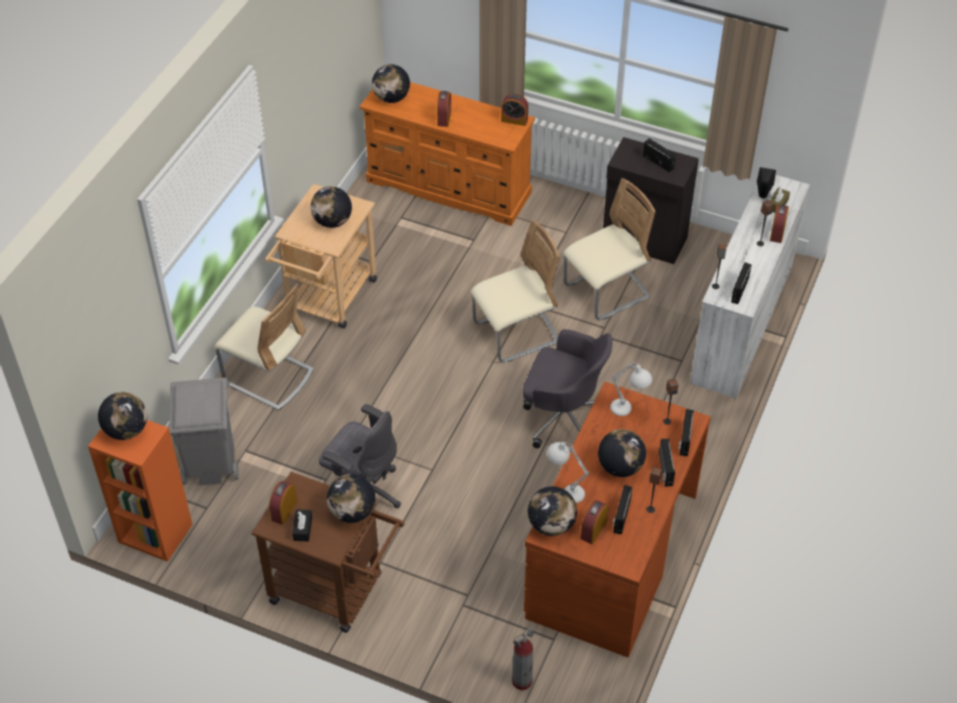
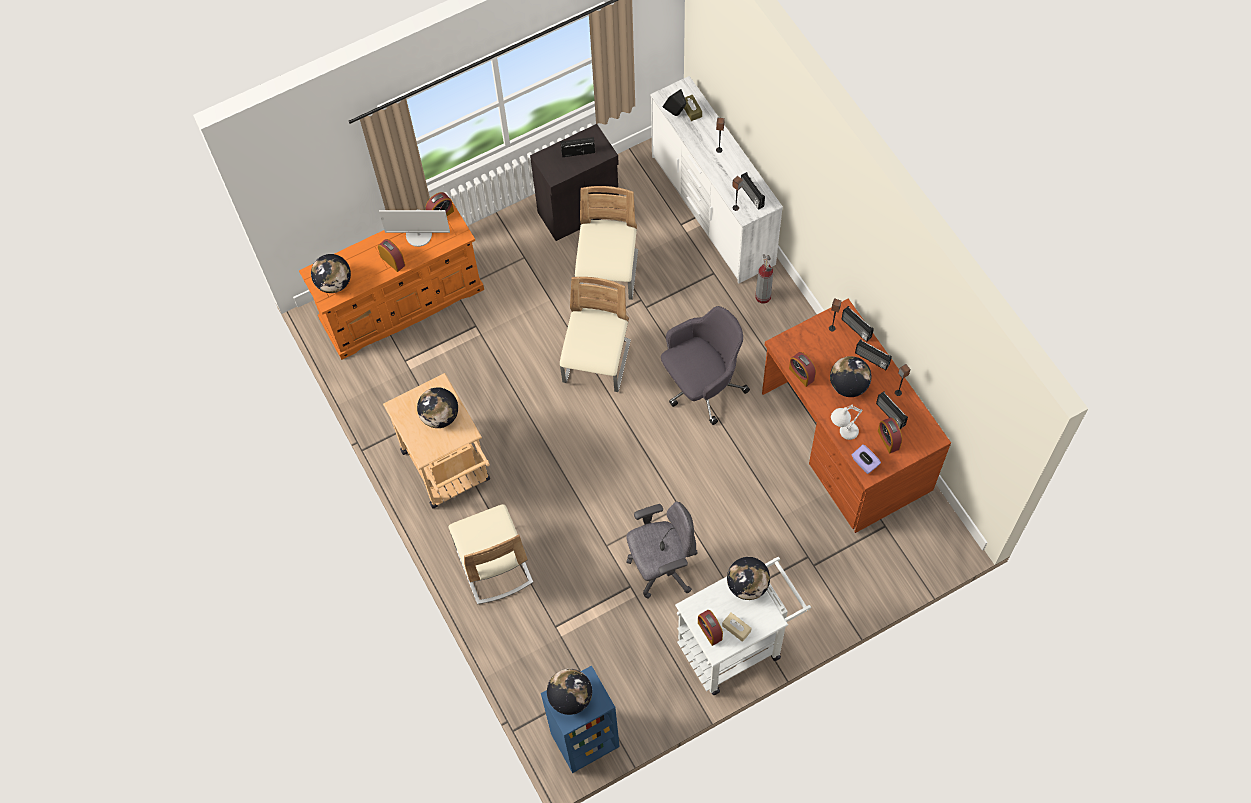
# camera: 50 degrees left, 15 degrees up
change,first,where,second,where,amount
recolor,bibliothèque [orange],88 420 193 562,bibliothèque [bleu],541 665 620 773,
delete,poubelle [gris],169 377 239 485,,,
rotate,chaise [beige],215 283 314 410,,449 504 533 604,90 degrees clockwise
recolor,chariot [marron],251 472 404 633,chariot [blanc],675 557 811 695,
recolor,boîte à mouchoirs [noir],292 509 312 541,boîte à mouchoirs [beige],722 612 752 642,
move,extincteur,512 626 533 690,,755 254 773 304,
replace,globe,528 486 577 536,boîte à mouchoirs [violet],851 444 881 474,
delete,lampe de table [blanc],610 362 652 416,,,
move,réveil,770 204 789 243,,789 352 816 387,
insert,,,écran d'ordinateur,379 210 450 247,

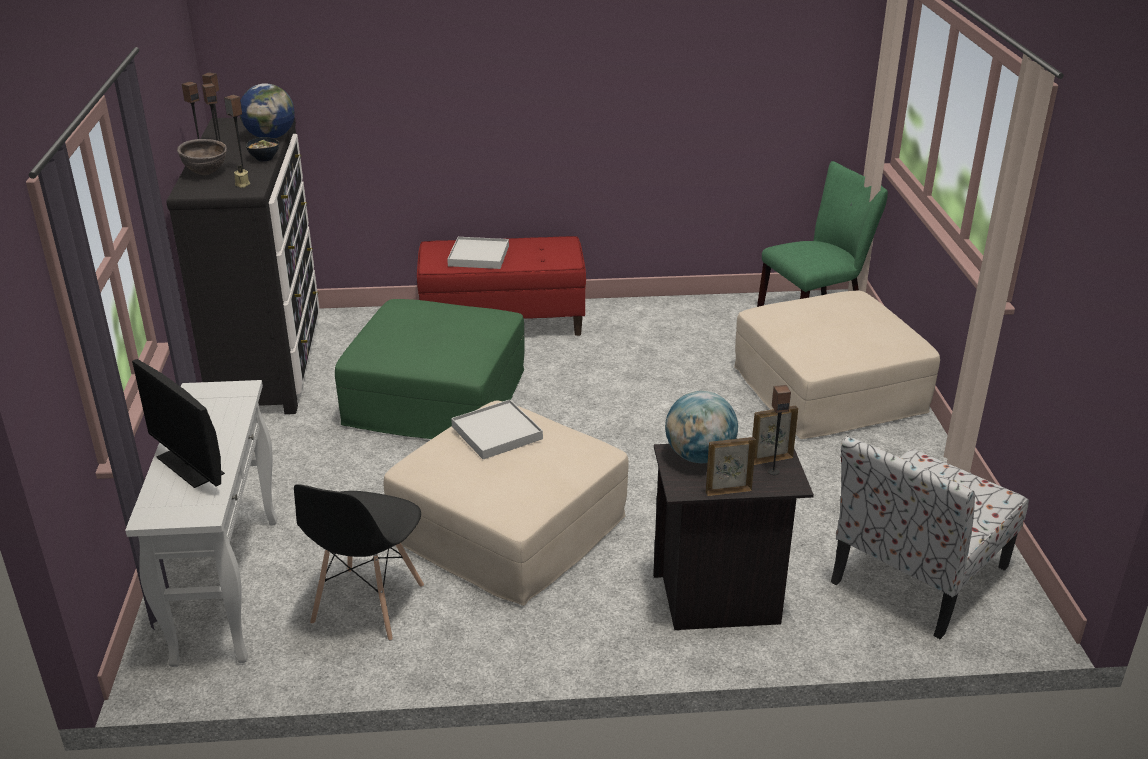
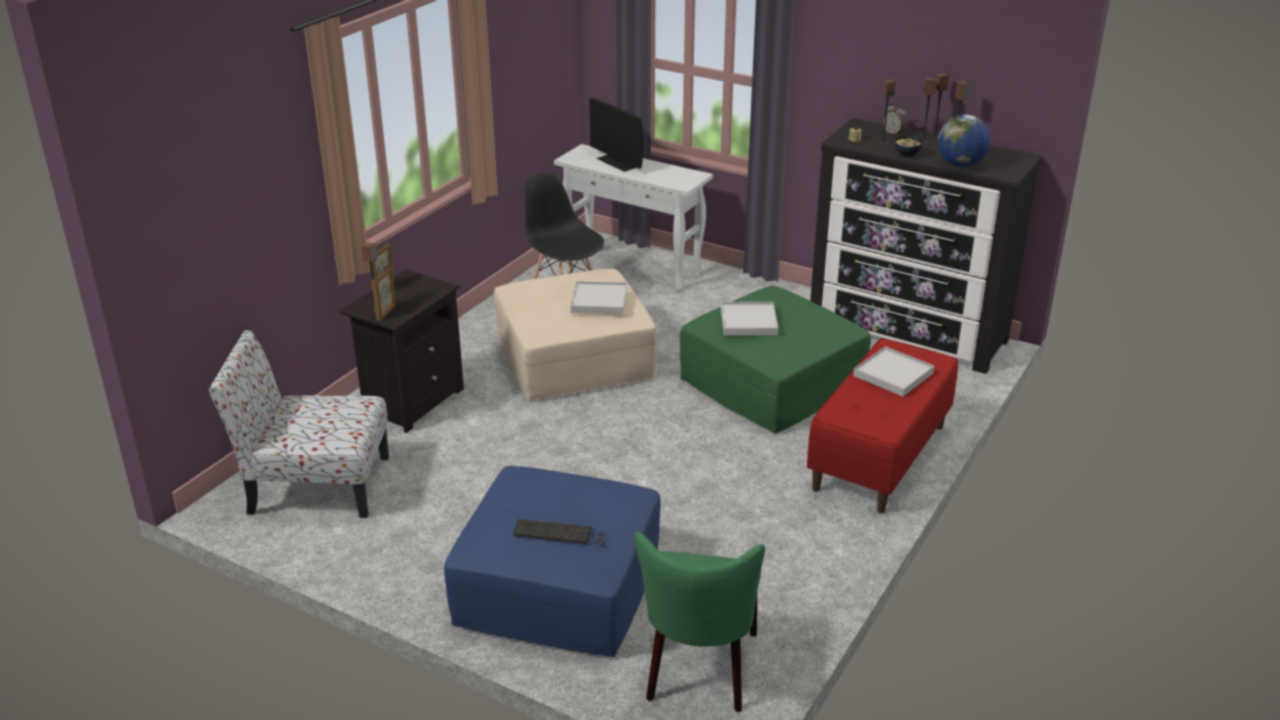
# camera: 125 degrees right, 0 degrees up
change,first,where,second,where,amount
rotate,écran d'ordinateur,132 359 225 488,,589 98 644 172,120 degrees counterclockwise
replace,bol [marron],177 139 227 175,réveil,882 102 906 136,
delete,globe,665 391 738 463,,,
recolor,pouf [beige],734 291 940 439,pouf [bleu],444 466 660 657,
rotate,chaise,831 436 1029 639,,209 330 389 518,75 degrees counterclockwise
insert,,,clavier,513 519 611 551,
insert,,,plateau [blanc],721 302 778 336,

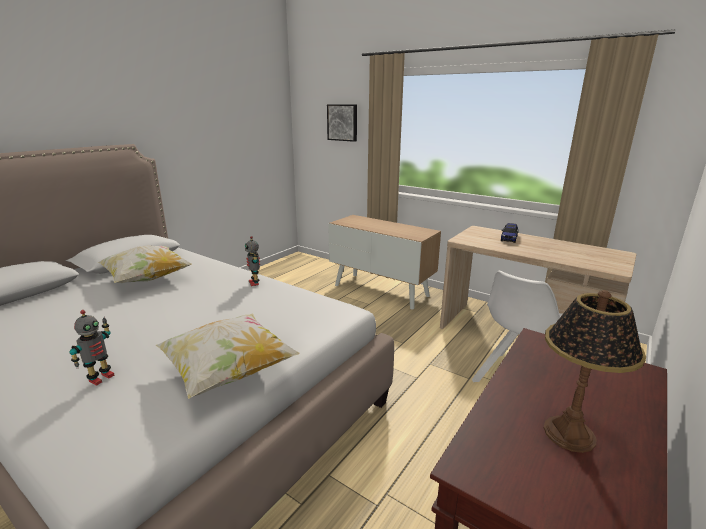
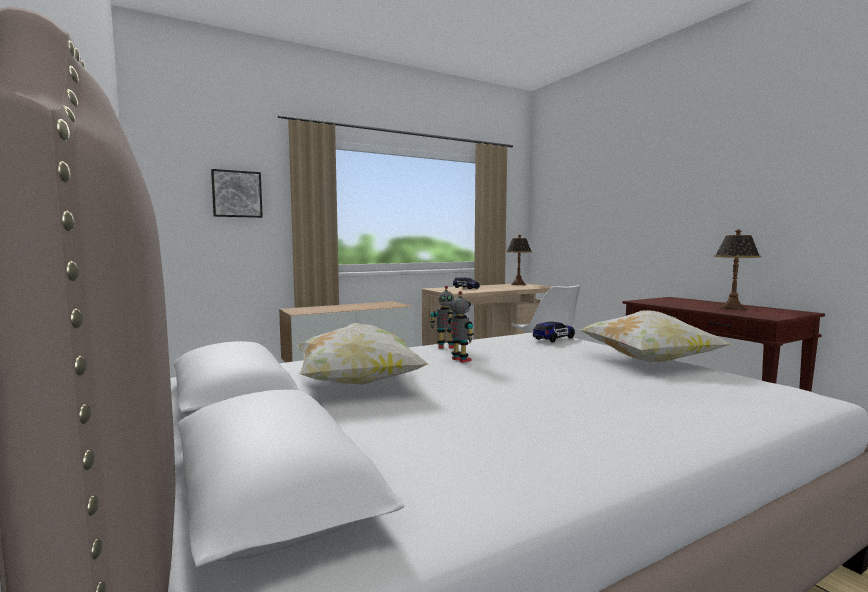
# camera: 65 degrees left, 15 degrees down
change,first,where,second,where,amount
move,robot jouet,70 310 114 386,,447 291 474 363,
insert,,,lampe de table,506 235 532 285,
insert,,,petite voiture,533 321 575 343,

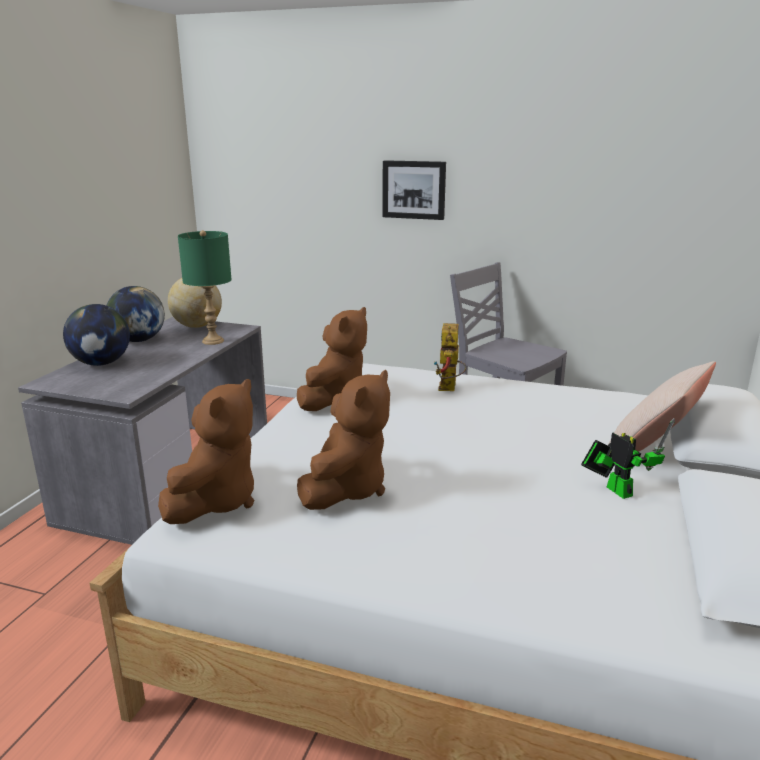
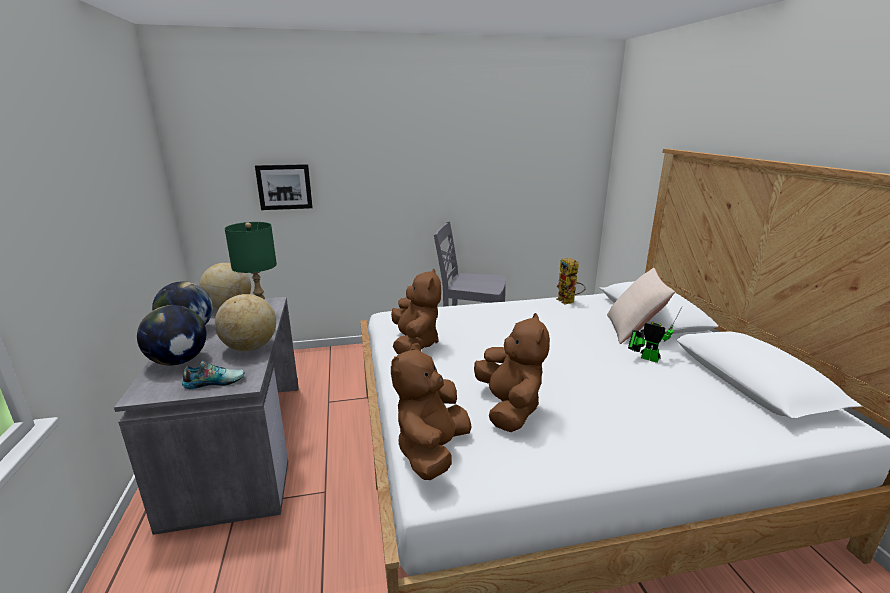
# camera: 30 degrees left, 0 degrees up
change,first,where,second,where,amount
rotate,peluche [marron],158 379 255 524,,391 343 472 480,150 degrees counterclockwise
move,tableau,383 160 446 220,,255 164 313 210,
move,robot jouet,434 323 466 391,,556 258 586 304,
insert,,,chaussure,182 361 244 389,
insert,,,globe,215 294 276 351,

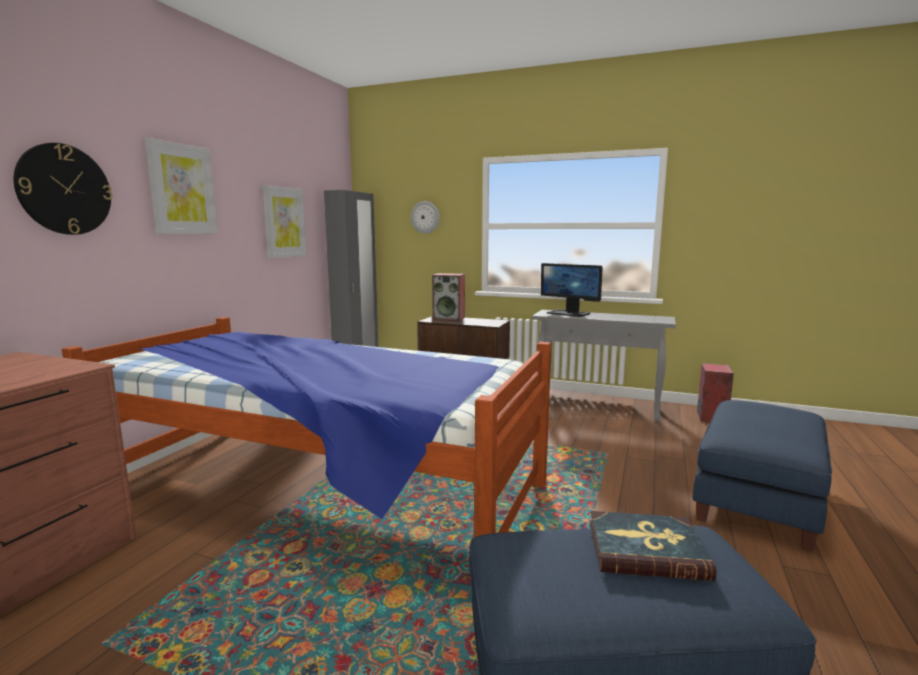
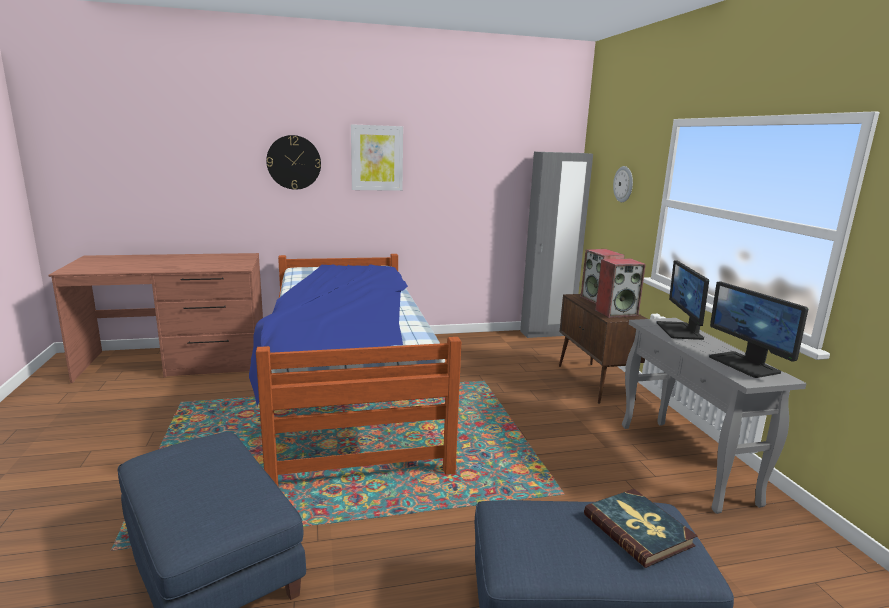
# camera: 55 degrees right, 5 degrees up
change,first,where,second,where,amount
delete,tableau,262 185 307 258,,,
move,livre,590 511 717 581,,584 489 697 568,
move,enceinte,697 363 734 422,,595 258 646 318,
insert,,,écran d'ordinateur,709 281 808 378,

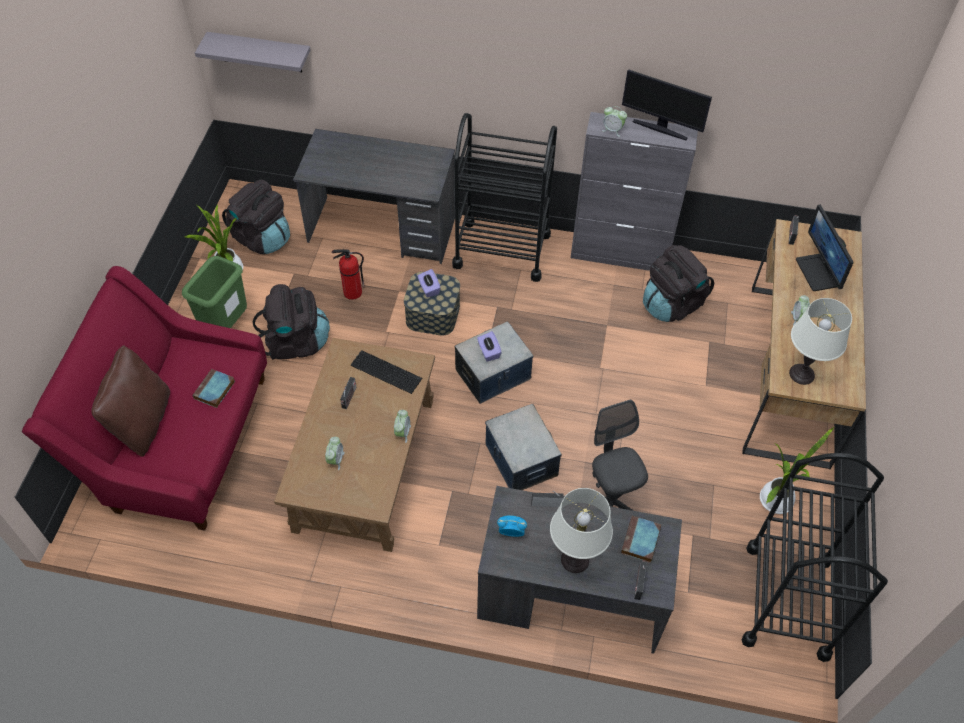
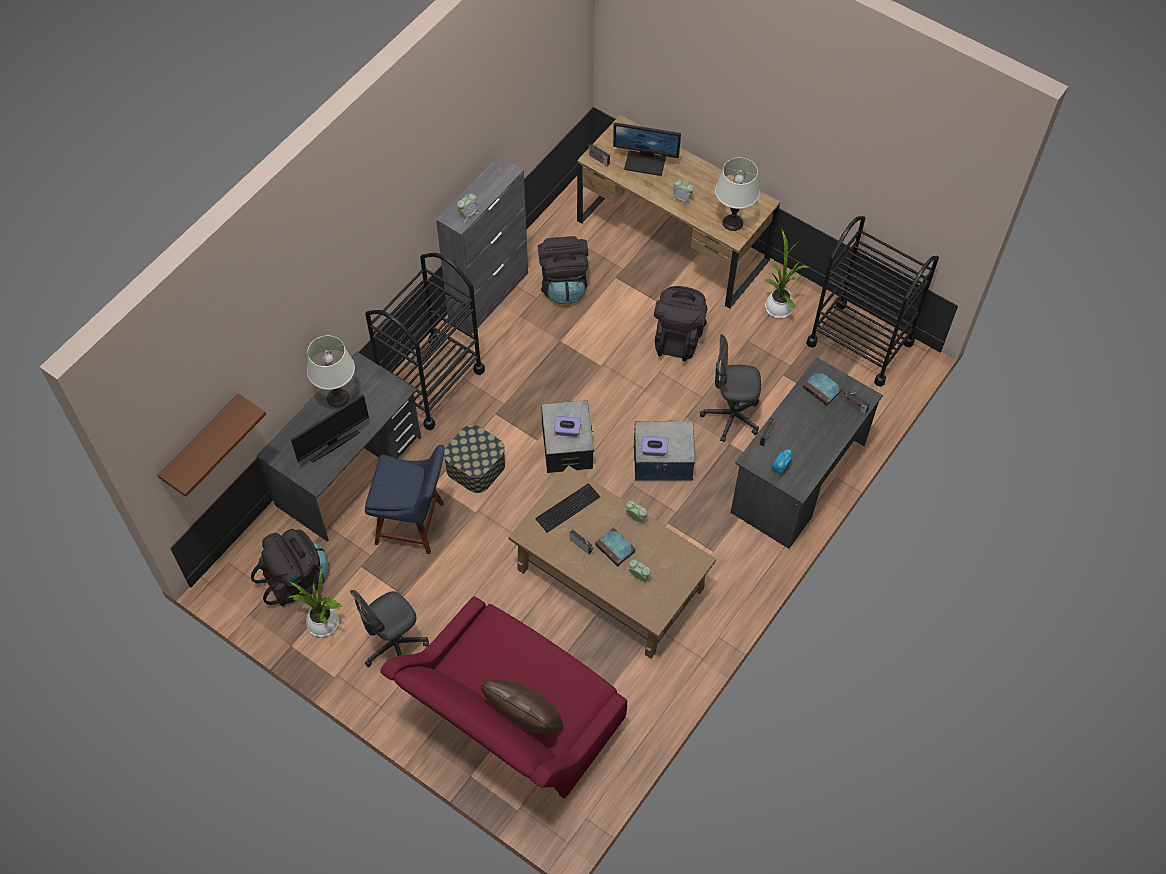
# camera: 65 degrees left, 5 degrees up
change,first,where,second,where,amount
replace,poubelle [vert],182 256 247 328,chaise de bureau [gris],350 590 429 667,
move,livre,192 369 235 408,,595 527 635 567,
recolor,étagère [gris],195 32 310 72,étagère [marron],158 394 266 497,
move,sac à dos [noir],253 284 330 360,,654 286 708 362,
replace,extincteur,332 249 365 300,chaise [bleu],365 445 445 554,
move,boîte à mouchoirs [violet],418 269 441 298,,642 436 668 456,
move,lampe de table [blanc],550 488 613 573,,307 336 355 408,
move,écran d'ordinateur,622 69 712 140,,291 394 369 463,

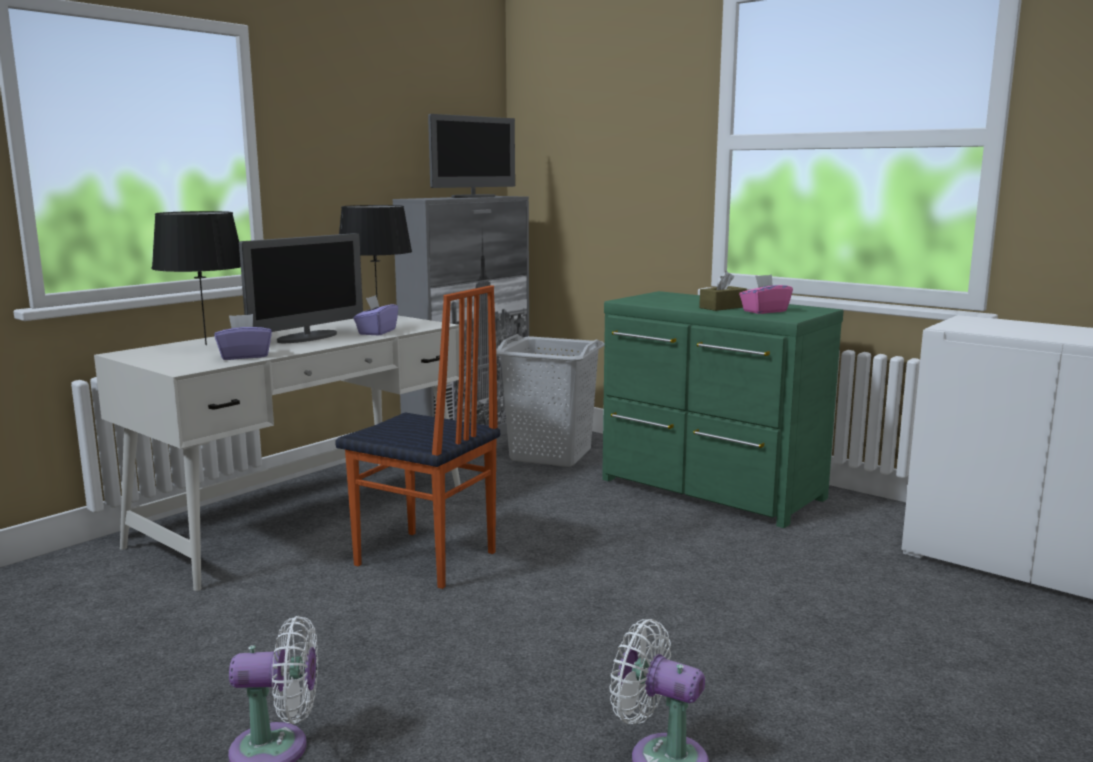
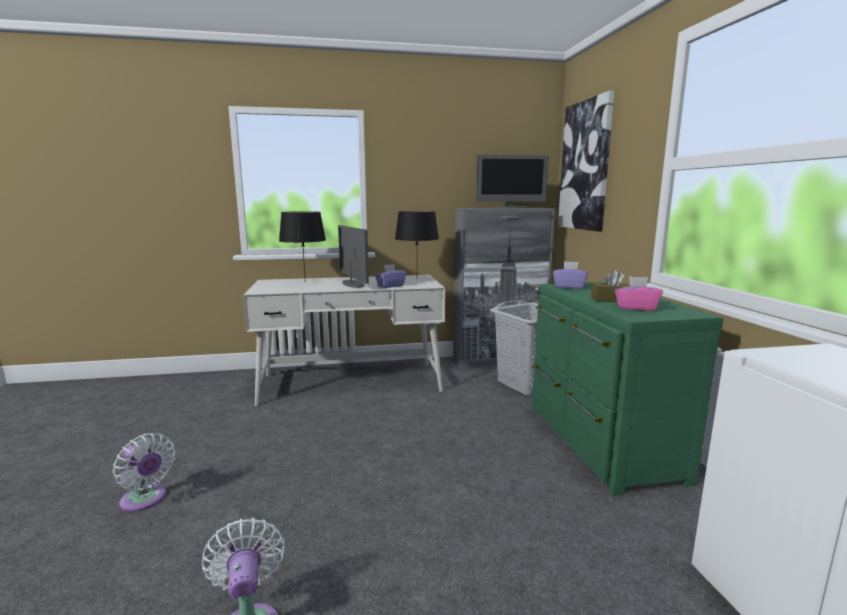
# camera: 40 degrees right, 0 degrees up
change,first,where,second,where,amount
move,boîte à mouchoirs [violet],214 314 272 360,,553 261 588 289,
rotate,écran d'ordinateur,239 233 363 343,,338 225 369 288,105 degrees counterclockwise
delete,chaise,335 285 500 589,,,
insert,,,tableau,558 91 614 231,

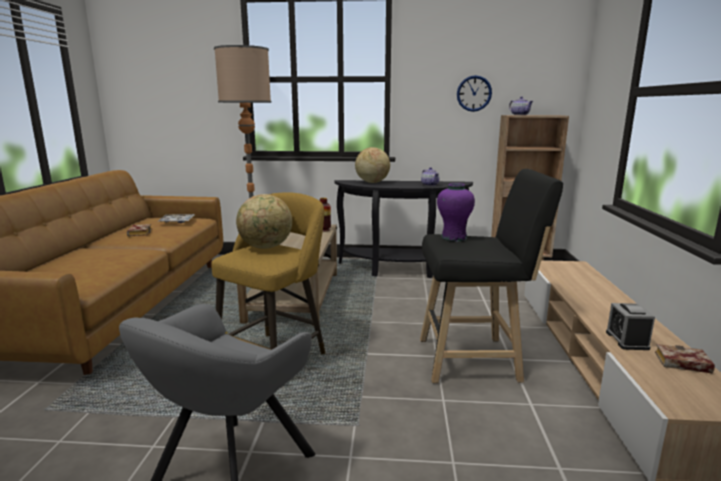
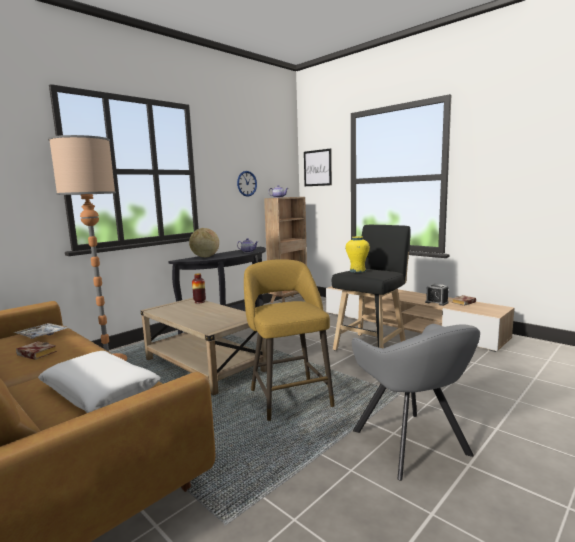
# camera: 50 degrees left, 5 degrees down
change,first,where,second,where,amount
delete,globe,236 194 292 249,,,
recolor,vase [violet],437 183 475 242,vase [jaune],346 236 370 273,
insert,,,coussin [blanc],38 351 161 413,
insert,,,tableau,304 149 332 186,

